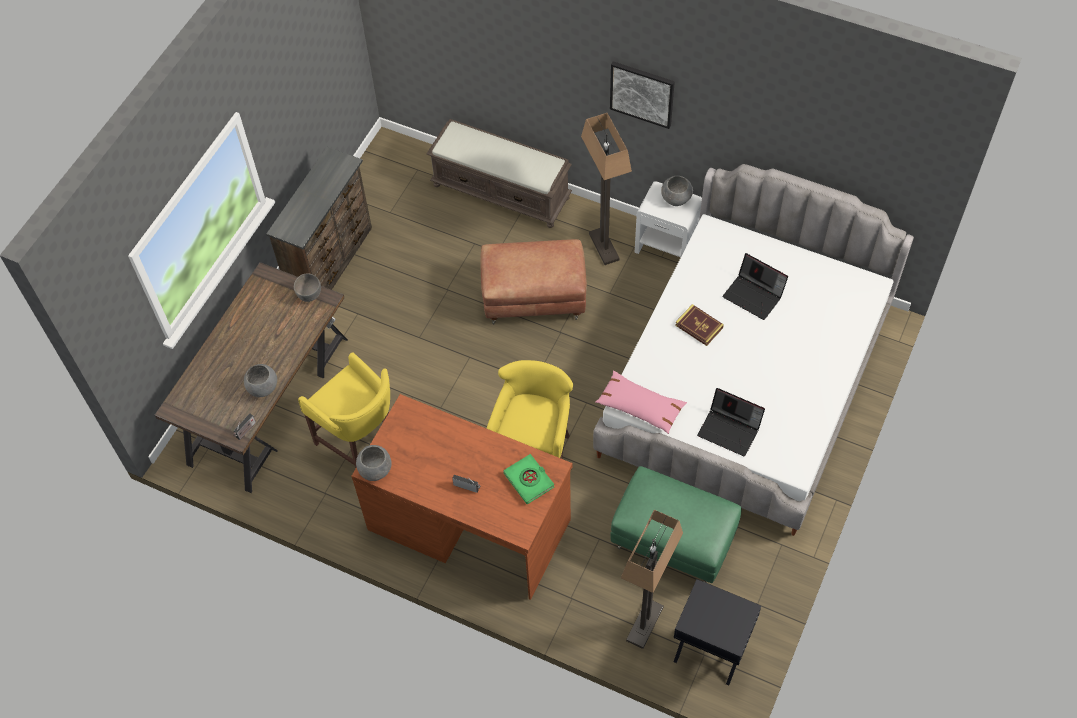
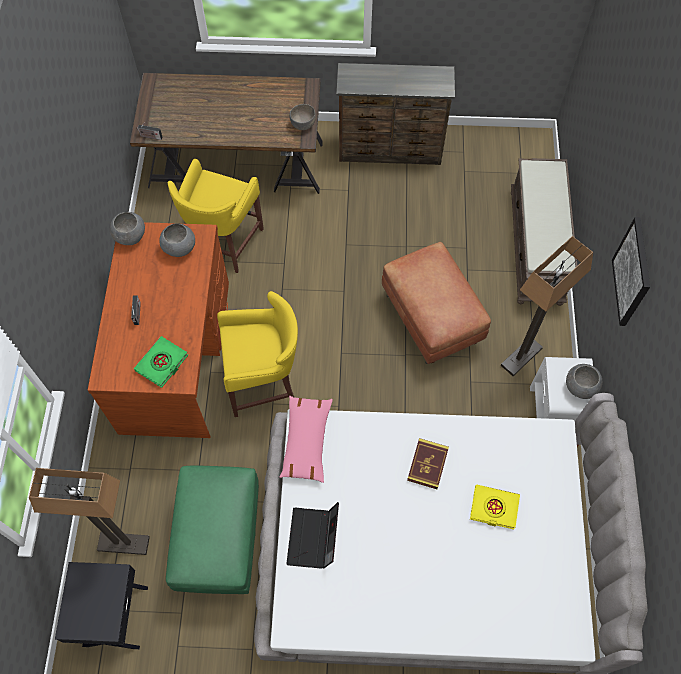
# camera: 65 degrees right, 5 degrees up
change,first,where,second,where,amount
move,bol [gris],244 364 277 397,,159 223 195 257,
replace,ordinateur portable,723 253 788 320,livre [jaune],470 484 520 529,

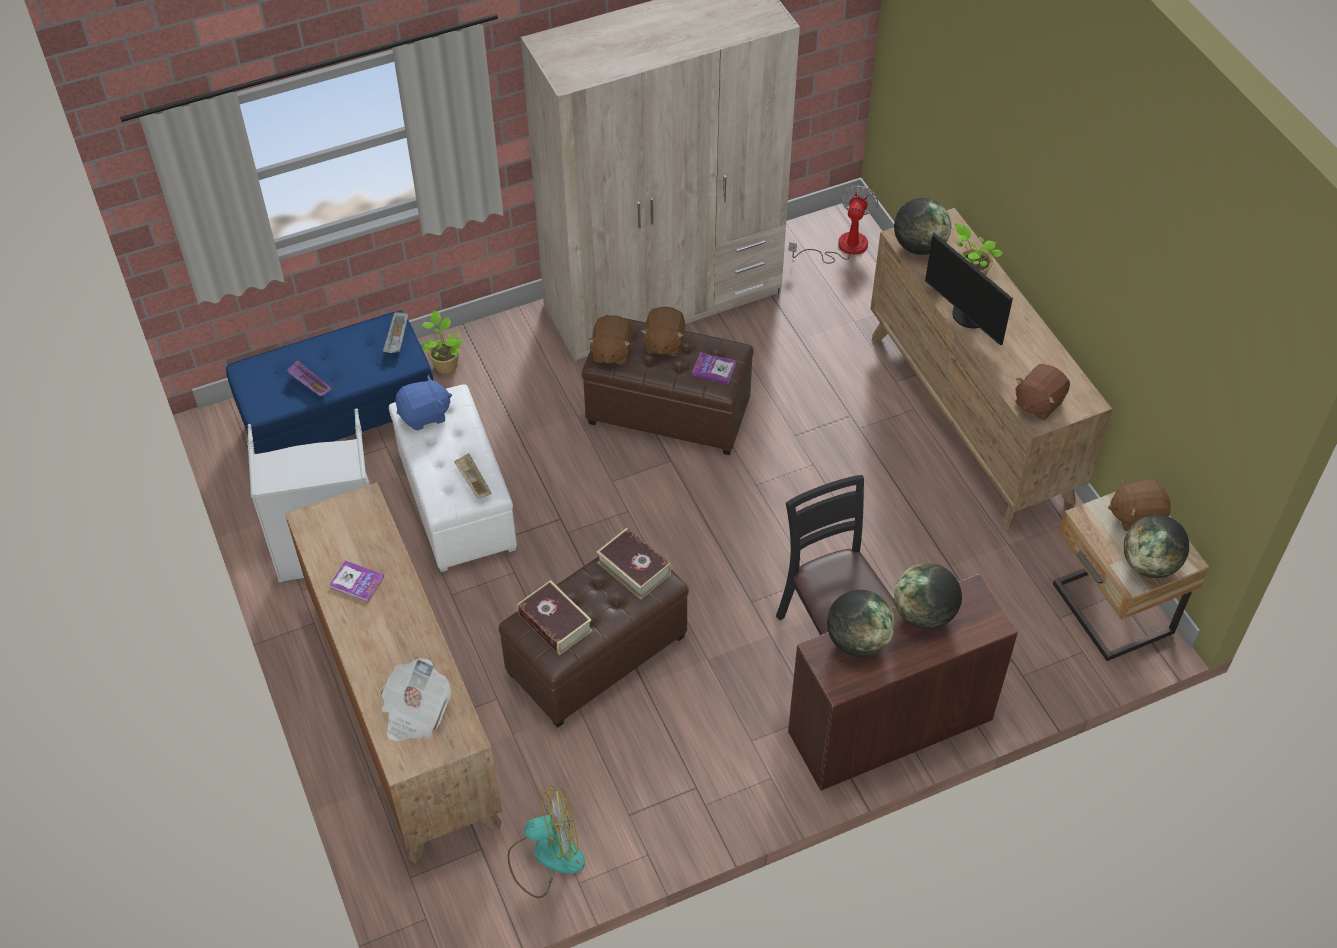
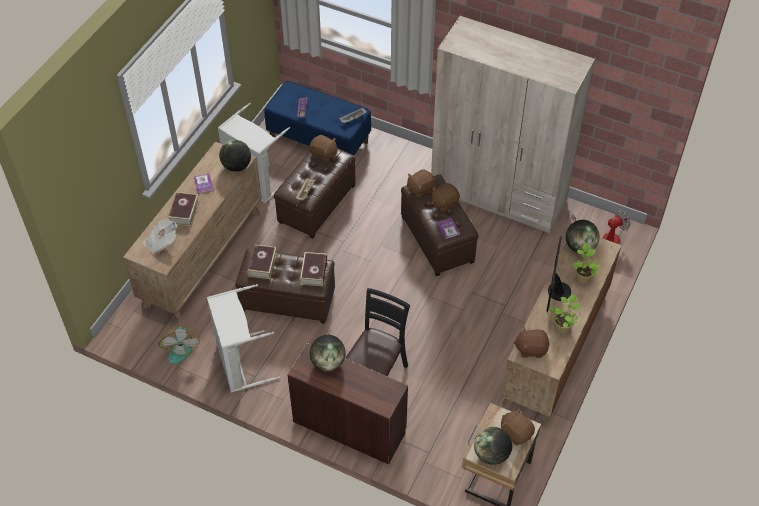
# camera: 50 degrees right, 0 degrees up
change,first,where,second,where,amount
recolor,pouf [blanc],389 384 517 572,pouf [marron],274 148 356 238,
recolor,peluche [bleu],395 375 452 430,peluche [marron],309 135 338 162,
move,plante en pot,420 311 464 374,,550 295 581 334,
rotate,ventilateur,507 786 585 898,,158 326 200 364,45 degrees clockwise
move,globe,894 563 962 629,,219 139 251 172,
insert,,,livre,168 192 199 226,
insert,,,panier à linge [gris],207 284 280 393,

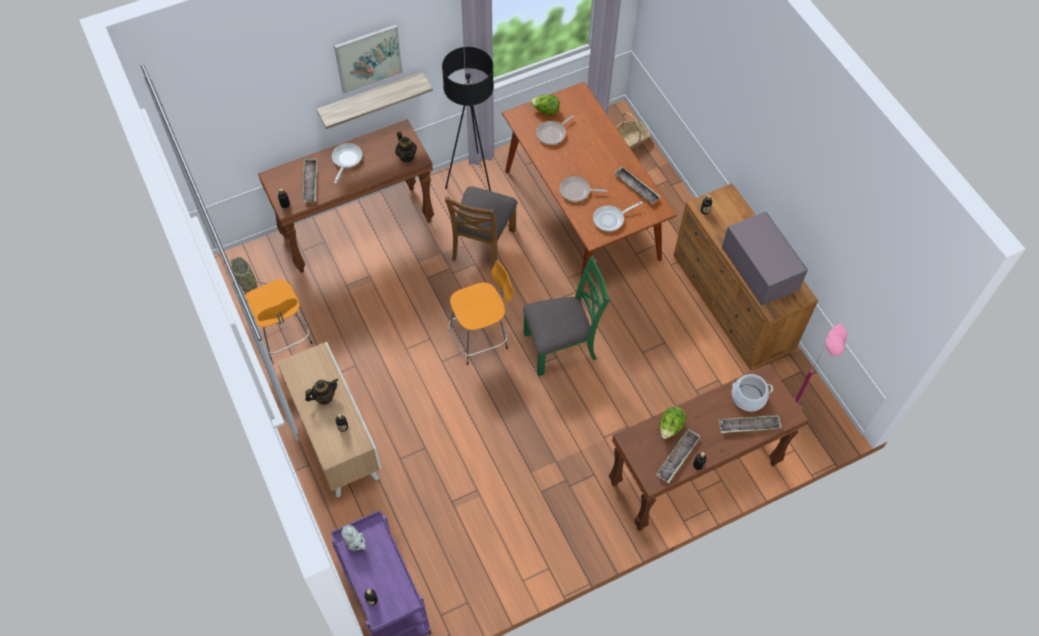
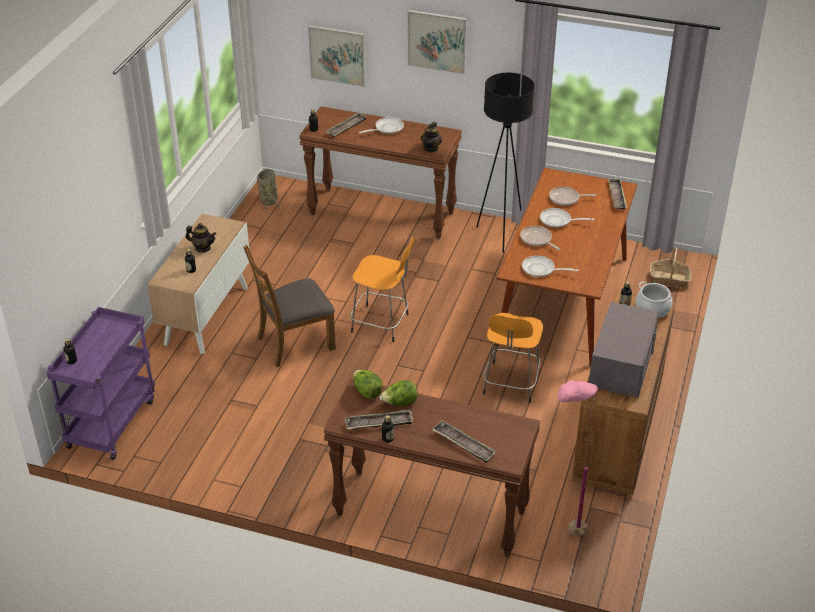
# camera: 45 degrees right, 20 degrees down
change,first,where,second,where,amount
move,tabouret [orange],245 280 313 361,,483 313 543 403,
delete,étagère,316 71 433 129,,,
delete,théière [gris],342 525 366 551,,,
move,chaise [marron],445 186 517 269,,243 245 336 367,
delete,chaise [vert],523 257 610 376,,,
move,laitue,530 95 560 115,,354 370 383 399,
move,plateau,614 167 661 204,,608 178 627 209,
move,marmite,732 374 773 412,,635 282 673 318,
insert,,,tableau,308 25 366 87,
insert,,,poêle,540 208 594 228,

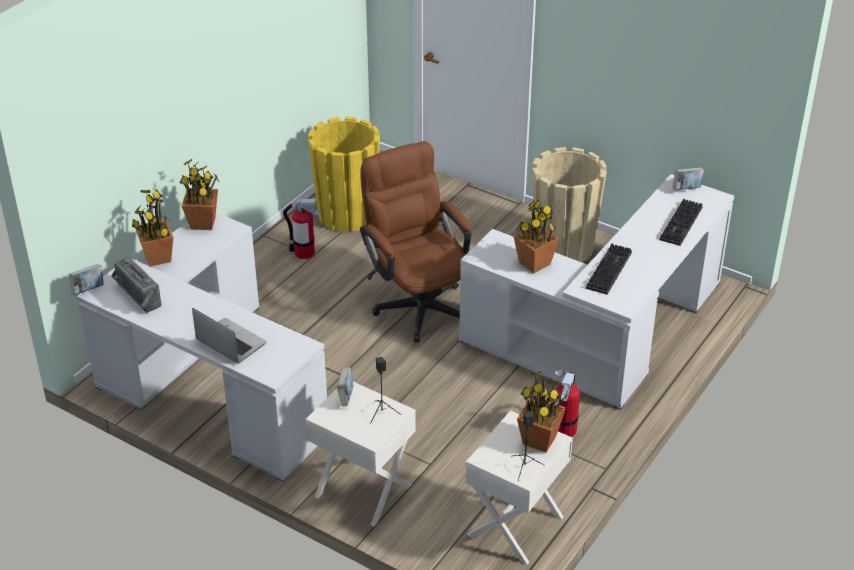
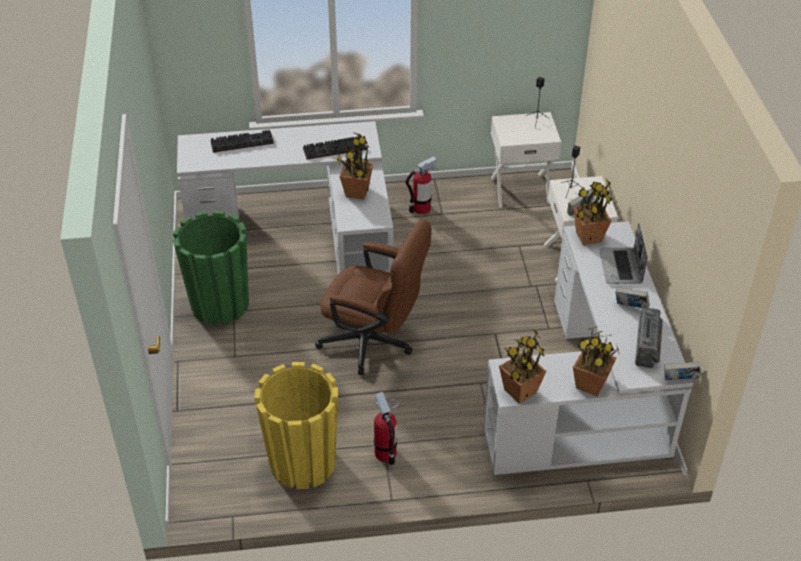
# camera: 130 degrees left, 5 degrees up
change,first,where,second,where,amount
rotate,chaise de bureau [marron],360 141 472 343,,315 220 432 375,90 degrees counterclockwise
move,plante en pot,517 371 567 453,,573 179 612 245,
recolor,cache-pot [beige],532 147 607 262,cache-pot [vert],173 210 249 325,
move,livre,673 167 704 190,,615 287 650 308,

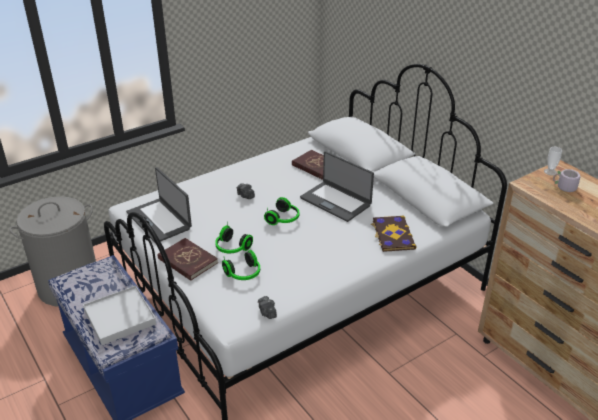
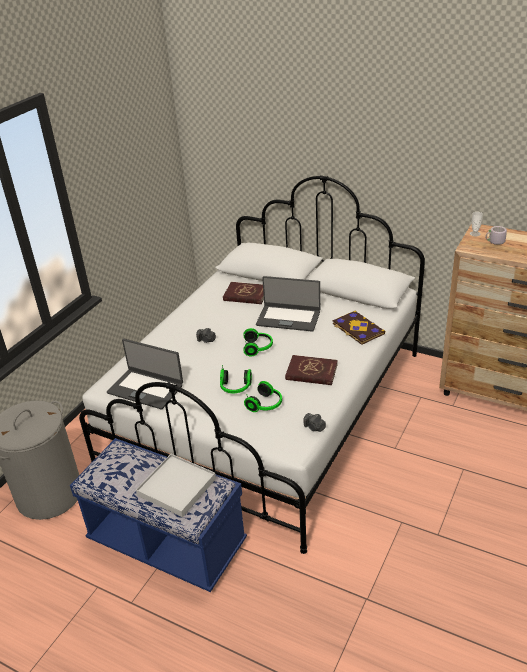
# camera: 25 degrees left, 0 degrees up
change,first,where,second,where,amount
move,livre [rouge],158 238 218 281,,285 355 338 385,

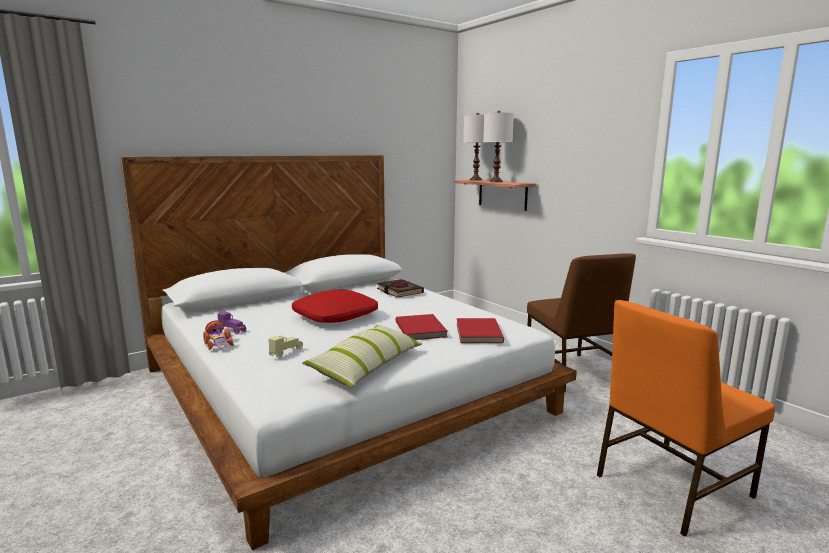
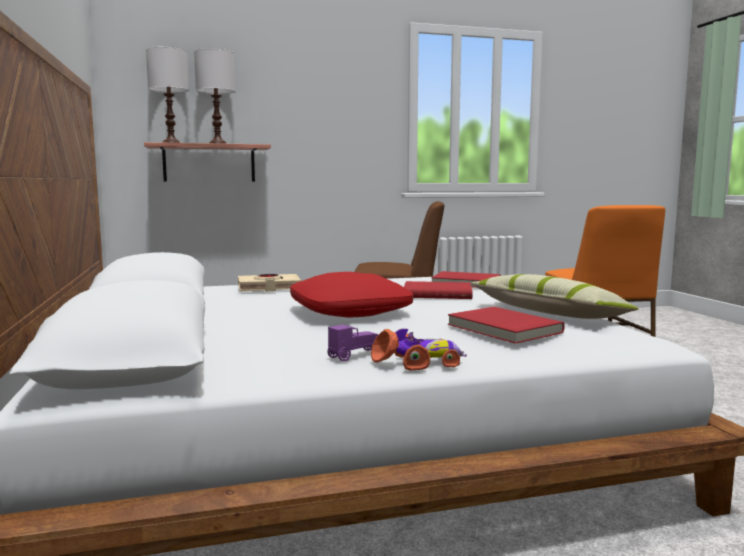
# camera: 70 degrees left, 5 degrees down
change,first,where,second,where,amount
replace,petite voiture [beige],268 336 303 358,livre [rouge],448 307 565 344,
recolor,livre [noir],377 279 424 297,livre [beige],238 274 301 292,

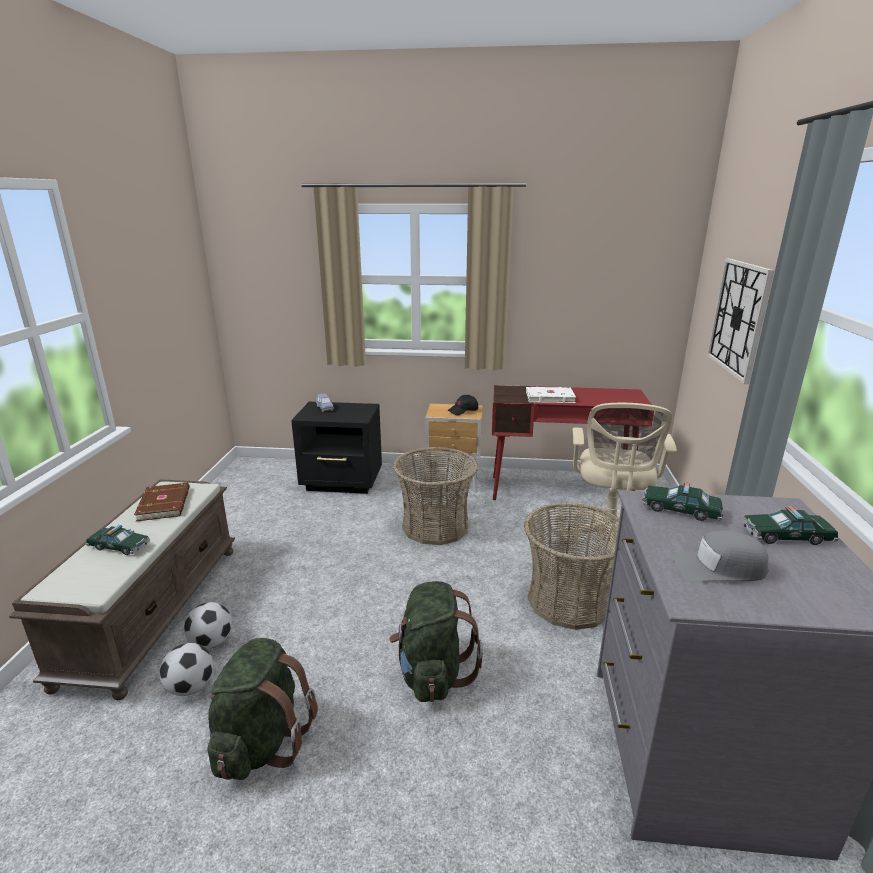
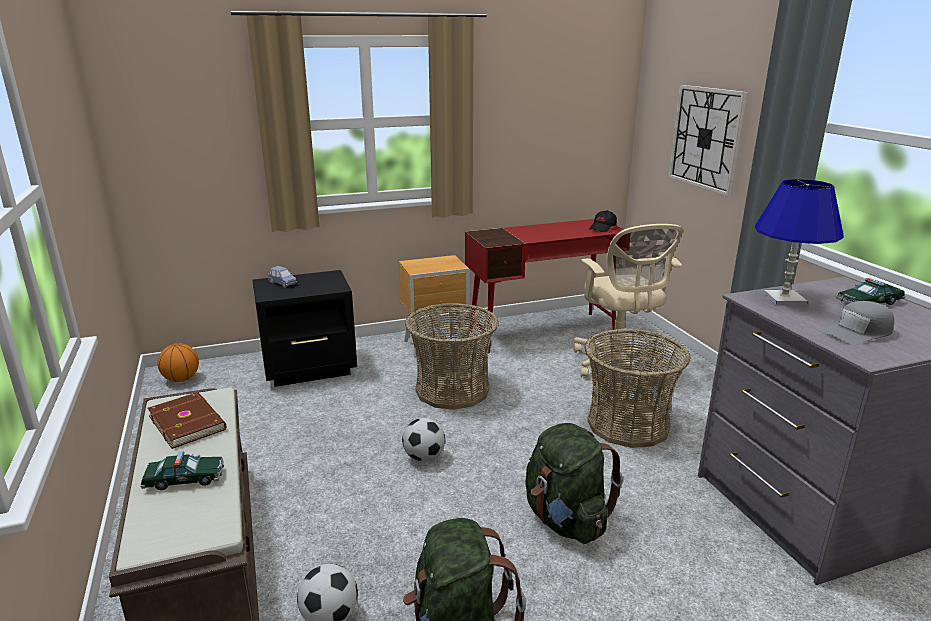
# camera: 25 degrees left, 0 degrees up
change,first,where,second,where,amount
move,ballon de foot,184 602 232 649,,402 418 445 462,
move,casquette [noir],448 395 478 415,,589 210 617 232,
delete,livre [blanc],526 387 576 403,,,
replace,petite voiture,643 482 723 521,lampe de table [bleu],755 179 844 306,
insert,,,ballon de basket,157 343 199 382,

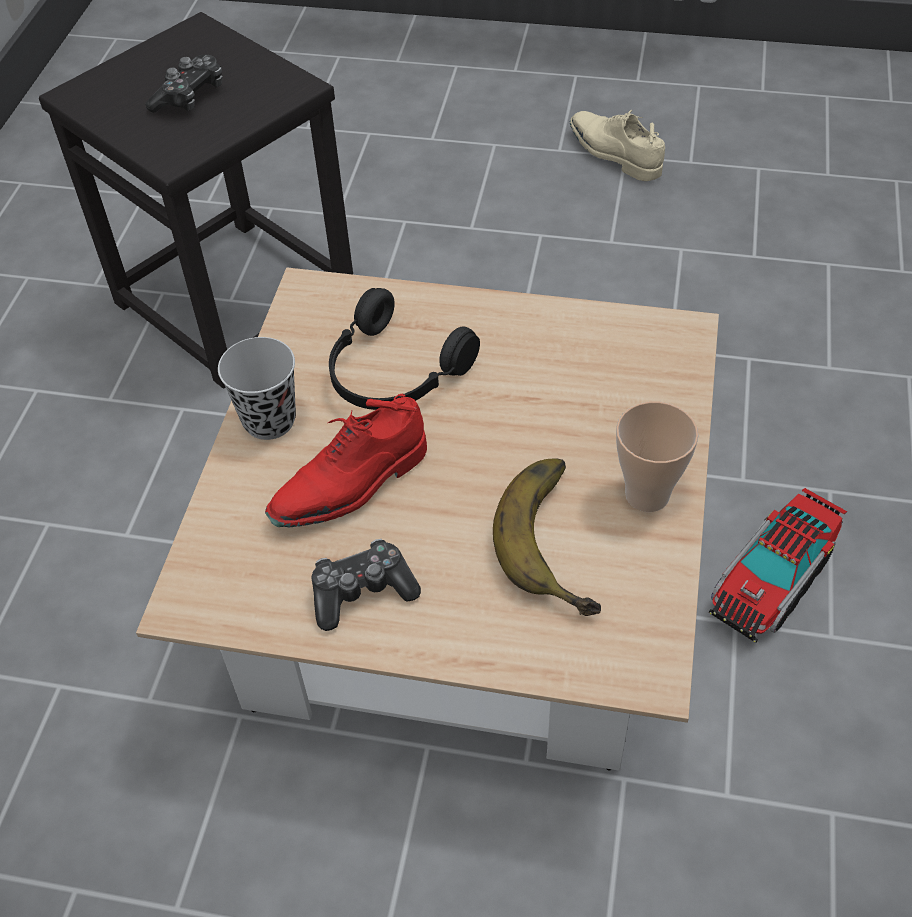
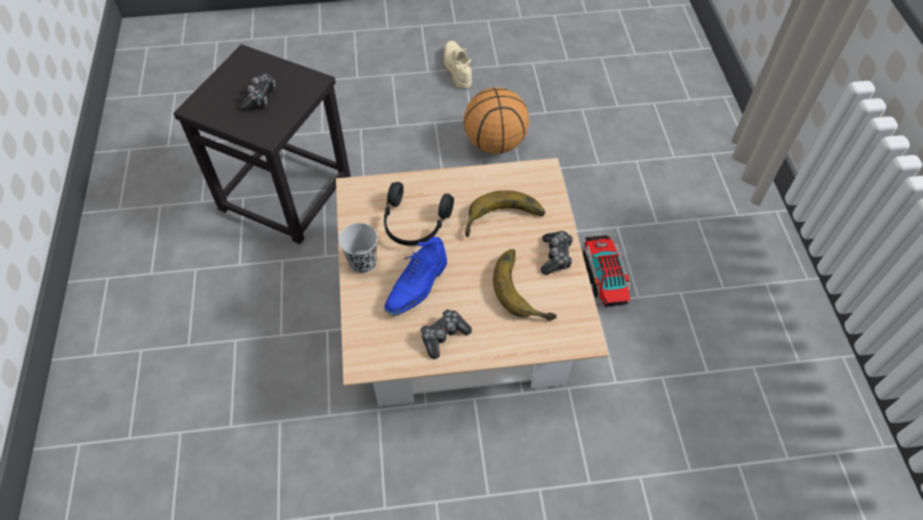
# camera: 20 degrees left, 5 degrees up
change,first,where,second,where,amount
recolor,chaussure [rouge],265 394 427 527,chaussure [bleu],384 237 447 316,
rotate,chaussure [beige],570 110 665 181,,444 41 472 89,45 degrees clockwise
replace,tasse,616 401 698 512,manette,541 231 573 275,
rotate,camion jouet,709 488 847 643,,583 235 630 307,150 degrees clockwise
insert,,,ballon de basket,464 87 529 154,
insert,,,banane,464 190 545 237,

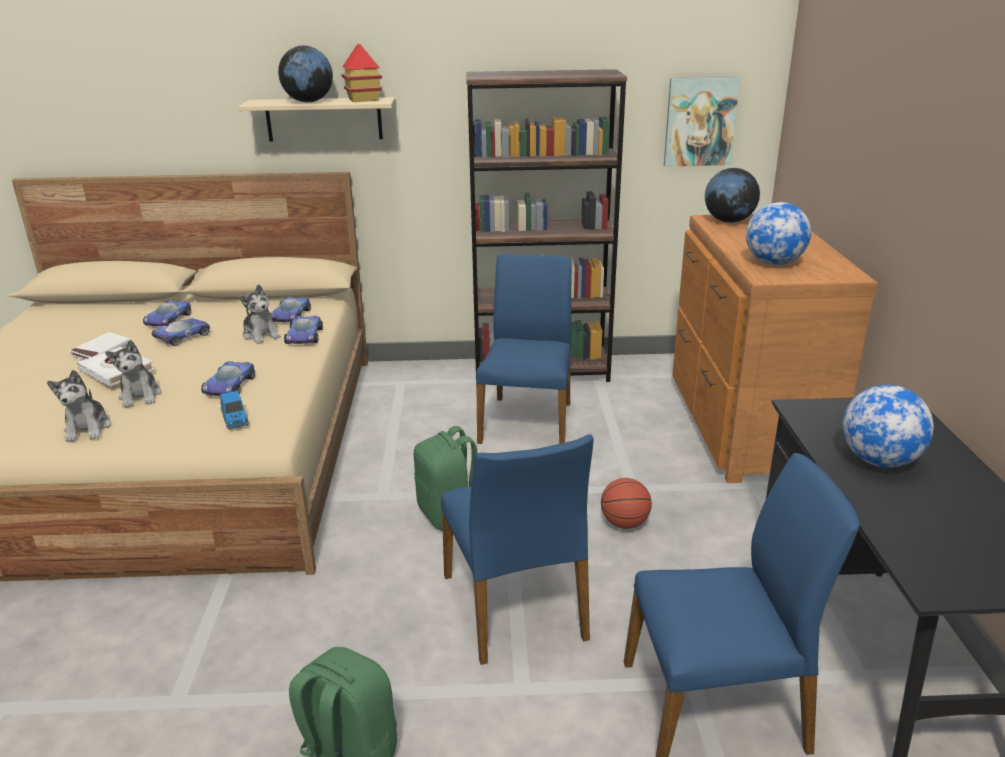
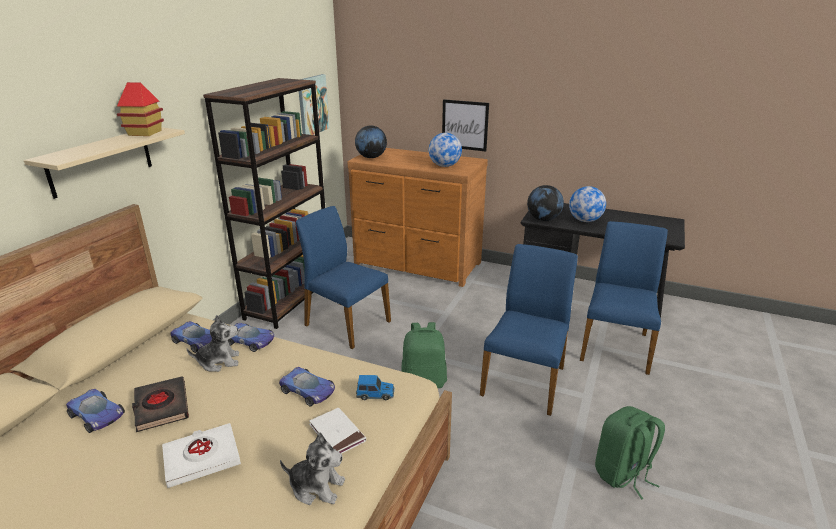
# camera: 65 degrees left, 0 degrees up
change,first,where,second,where,amount
move,livre [blanc],69 332 131 360,,309 408 366 454,
delete,peluche,105 340 162 408,,,
replace,petite voiture,151 318 210 346,livre [noir],132 376 189 432,
move,globe,278 46 333 102,,527 185 564 221,
rotate,chaise [bleu],441 434 594 665,,480 244 578 416,75 degrees counterclockwise
delete,ballon de basket,601 478 652 529,,,
insert,,,tableau,442 99 489 151,

